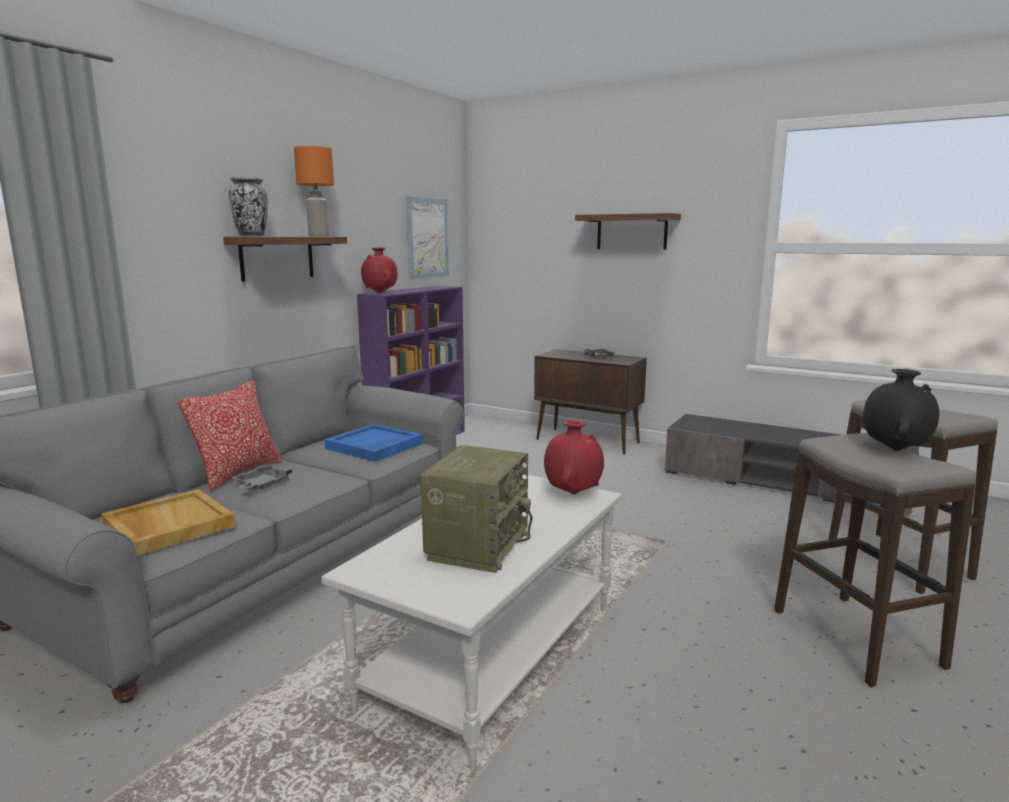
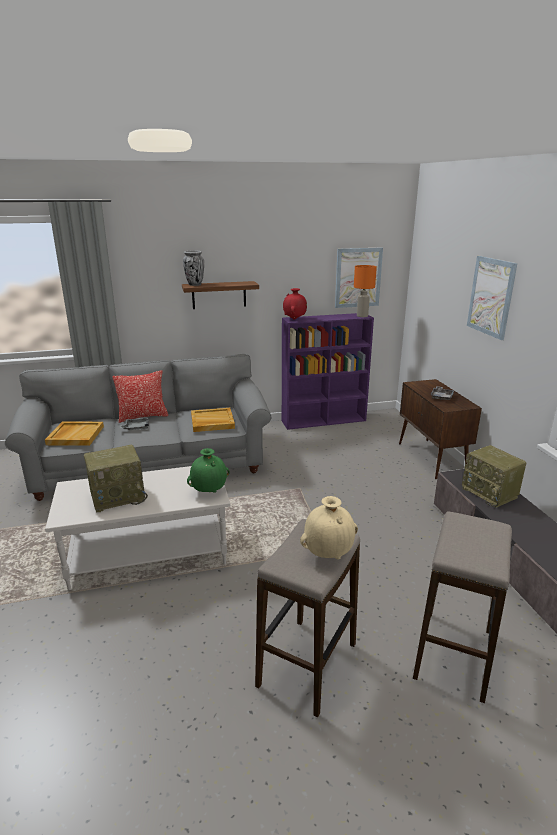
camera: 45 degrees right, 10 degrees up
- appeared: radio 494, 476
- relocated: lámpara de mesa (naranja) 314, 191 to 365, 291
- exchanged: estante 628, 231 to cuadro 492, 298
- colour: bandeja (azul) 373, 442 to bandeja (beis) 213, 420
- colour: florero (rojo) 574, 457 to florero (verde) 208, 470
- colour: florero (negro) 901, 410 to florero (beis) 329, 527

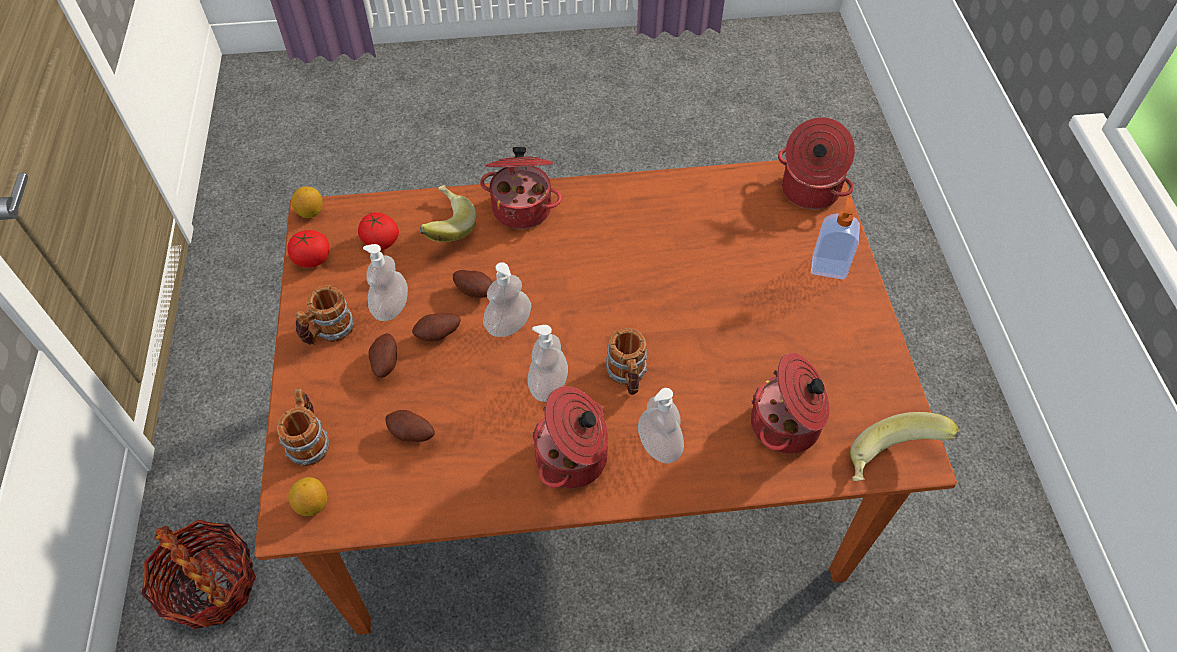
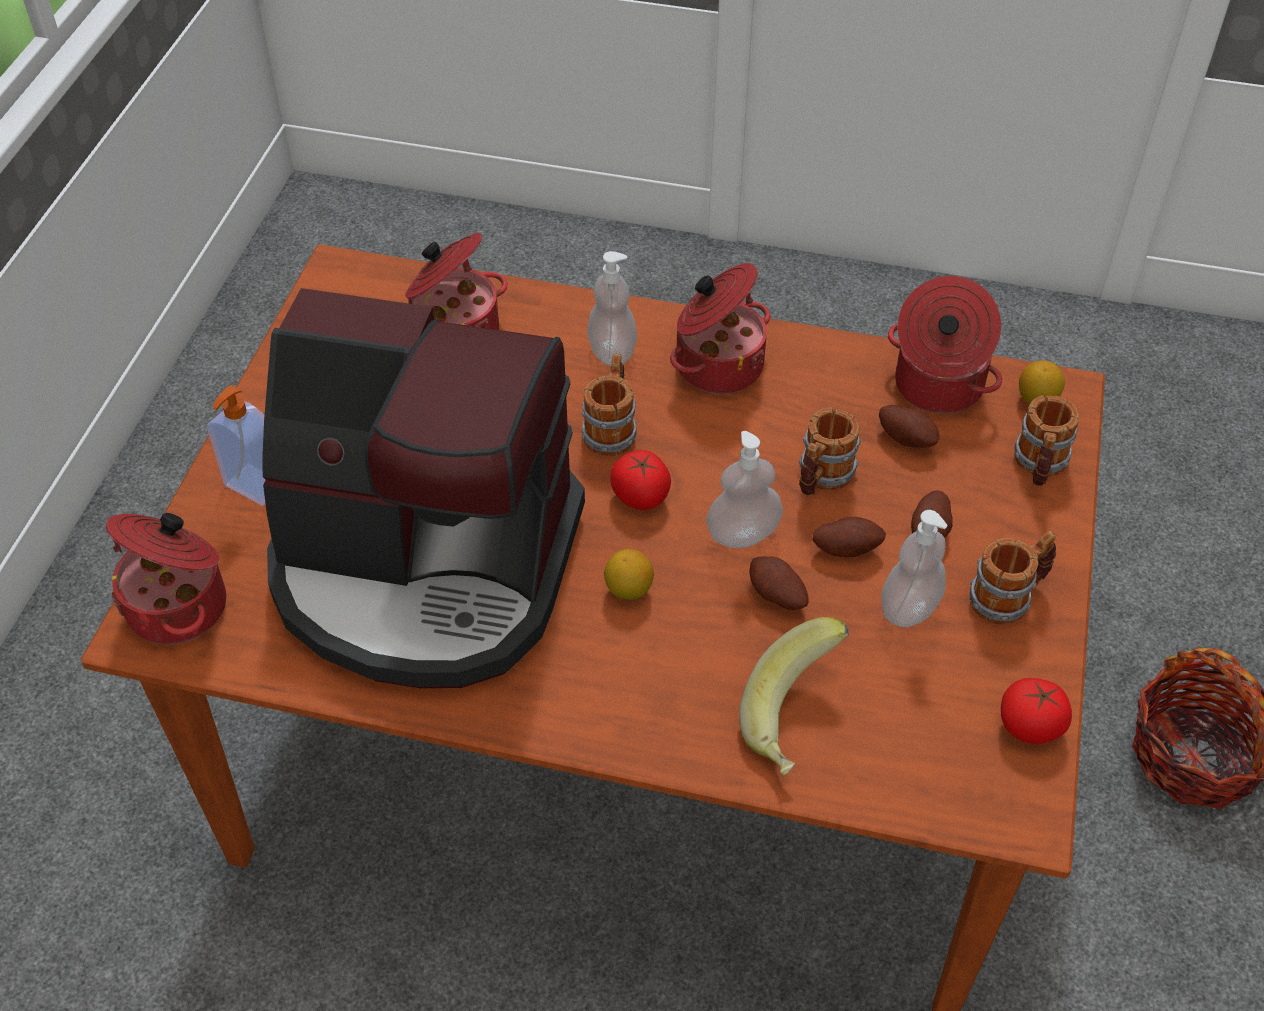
camera: 160 degrees left, 5 degrees down
- missing: dispensador de jabón 548, 363
- missing: plátano 905, 446
- appeared: cafetera 423, 488
- appeared: taza grande 830, 451
- relocated: limón 307, 202 to 629, 574
- relocated: tomate 378, 231 to 640, 480
- relocated: olla 521, 188 to 945, 345

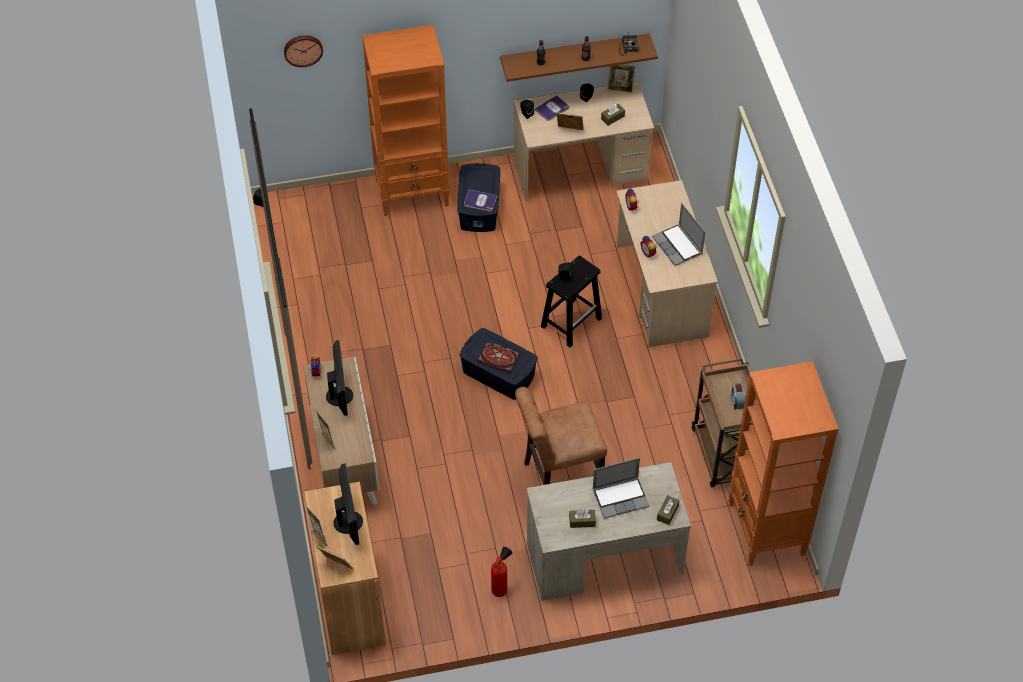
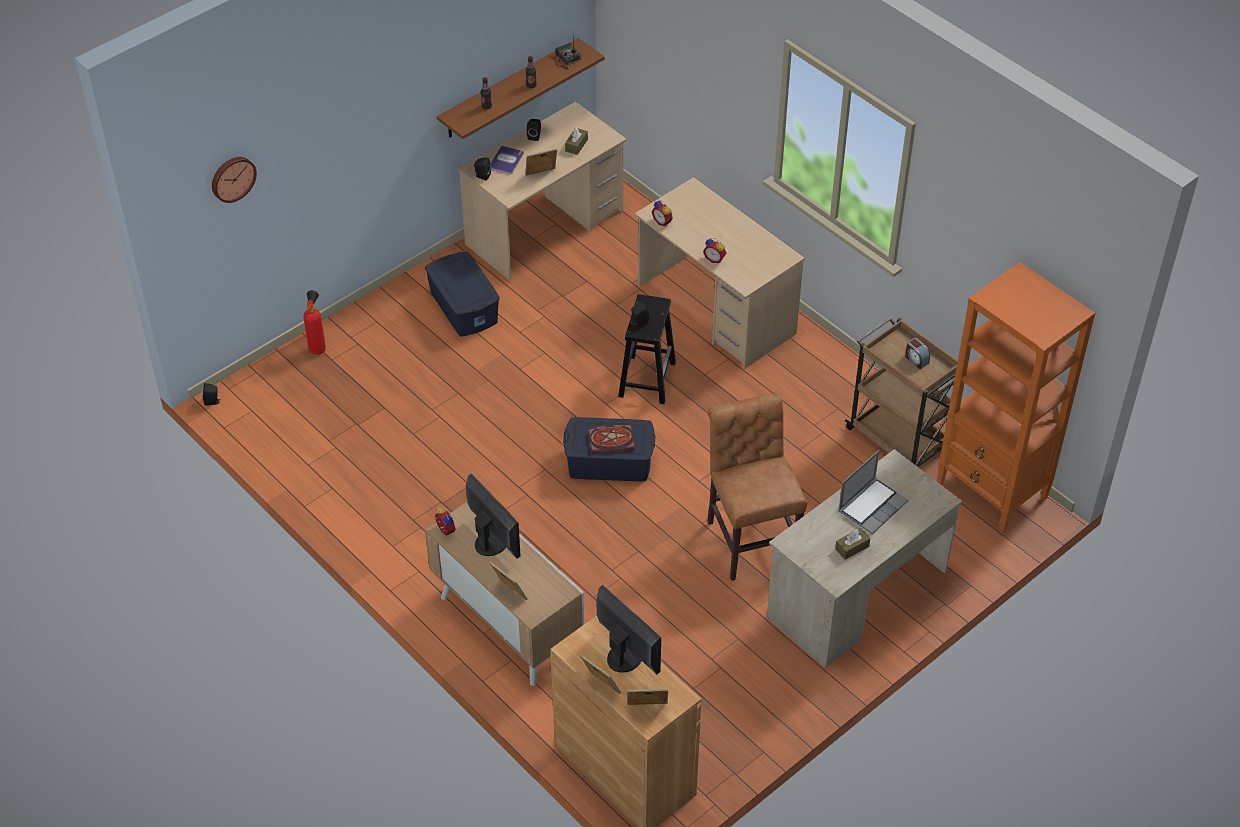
camera: 30 degrees left, 5 degrees down
- missing: estantería (naranja) 405, 120
- missing: libro 480, 200
- missing: portarretratos 621, 78
- missing: portátil 678, 234
- missing: caja de pañuelos (marrón) 668, 510
- relocated: extintor 501, 572 to 315, 322
- spun: silla (marrón) 561, 436 = 757, 487 120 degrees clockwise

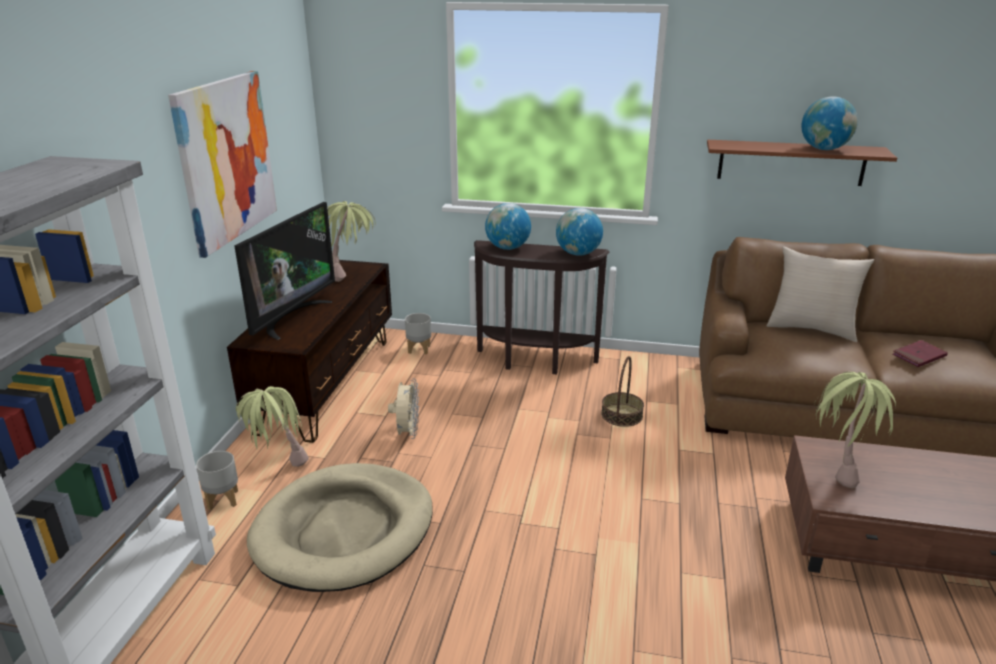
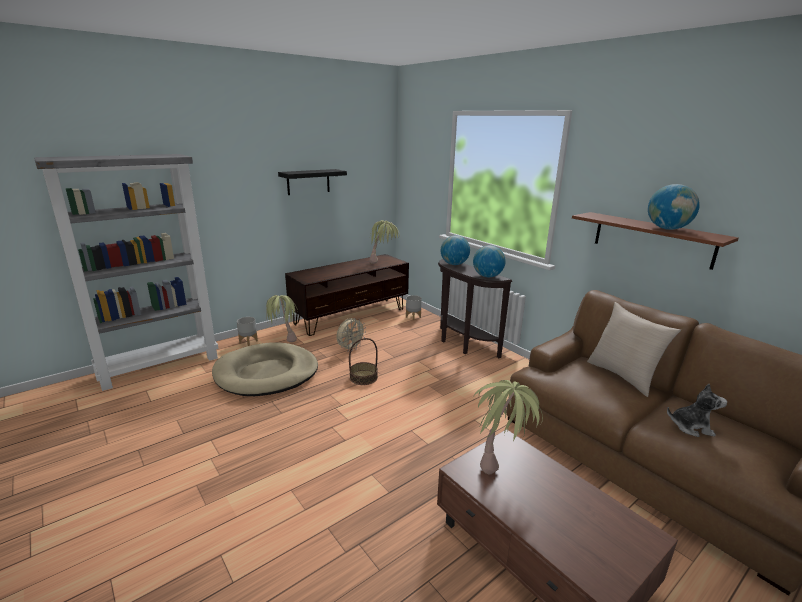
camera: 40 degrees right, 5 degrees down
- missing: televisor 284, 271
- relocated: cesta 622, 391 to 363, 361
- exchanged: cuadro 222, 164 to estante (negro) 312, 182
- exchanged: libro (rojo) 920, 353 to peluche 697, 410

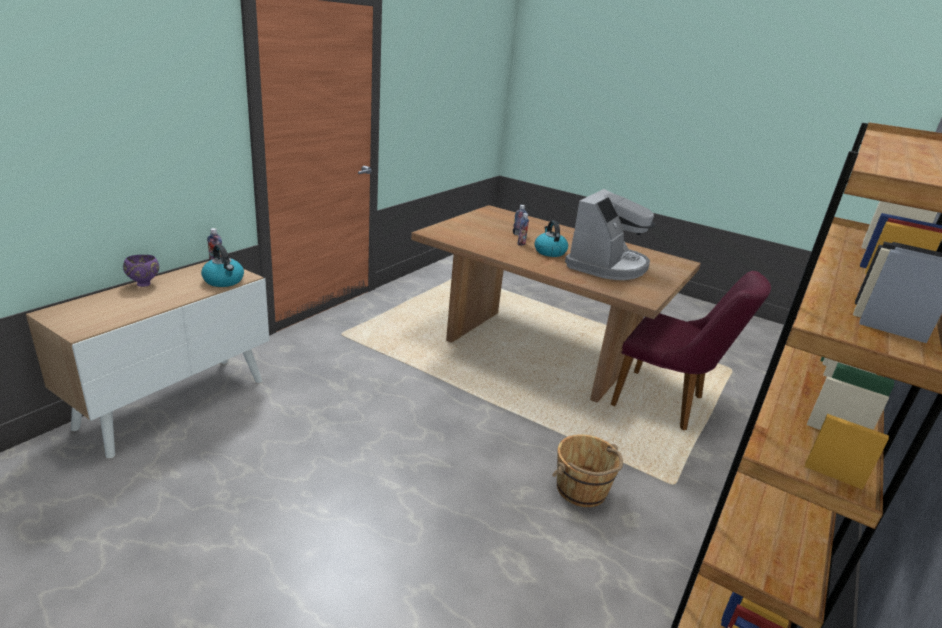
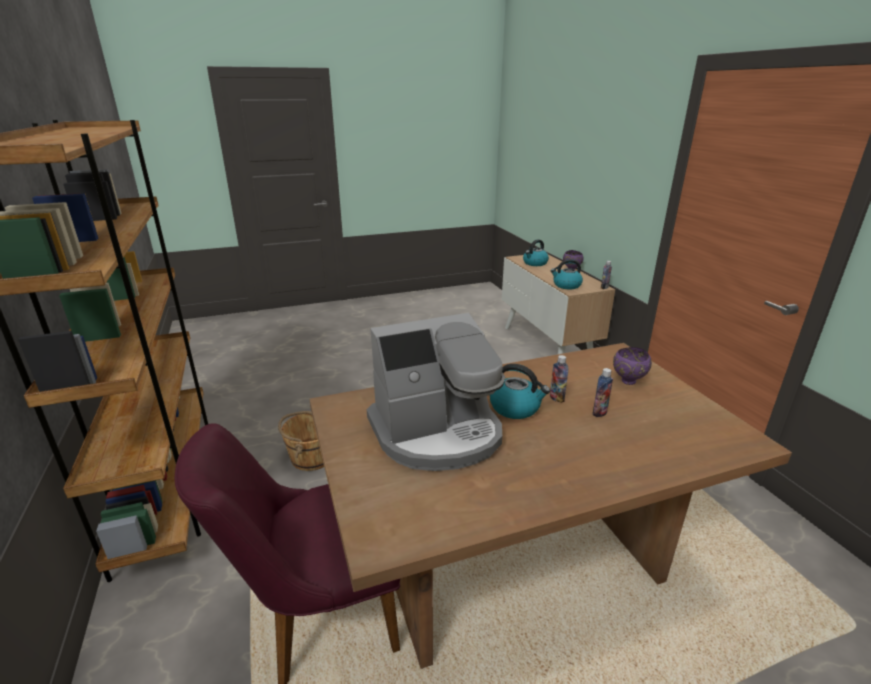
camera: 130 degrees right, 0 degrees up
- appeared: hervidor 536, 252
- appeared: cuenco (morado) 632, 366
- spun: cafetera 610, 234 = 436, 392 90 degrees counterclockwise

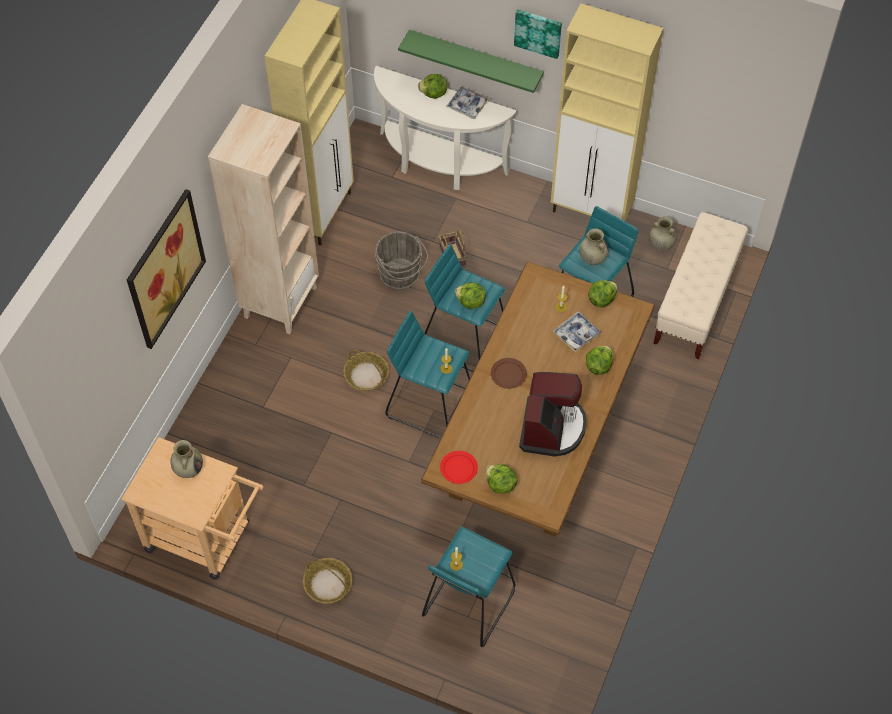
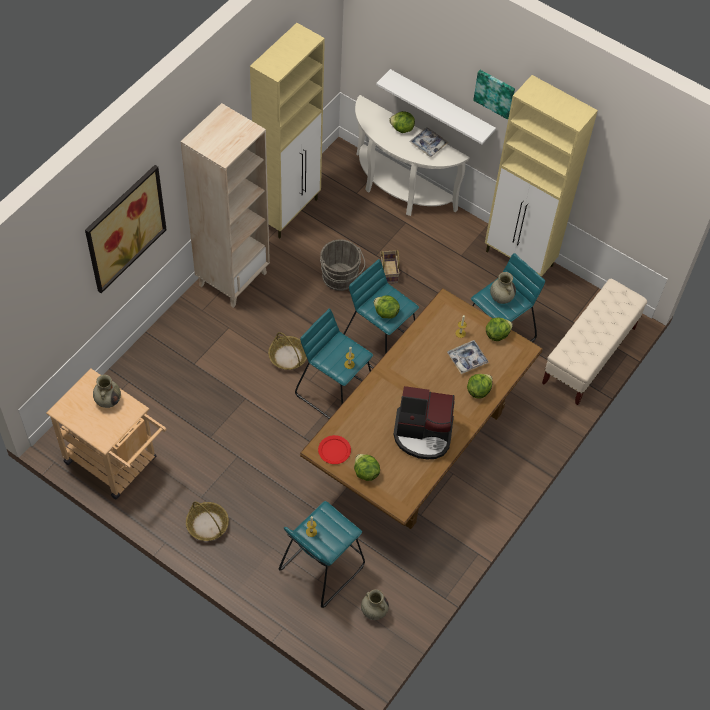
camera: 10 degrees right, 0 degrees up
- missing: plato (marrón) 509, 373
- relocated: florero (beis) 662, 233 to 375, 604
- colour: estante (verde) 471, 61 to estante (blanco) 436, 106
- spun: cafetera 553, 414 = 424, 422 75 degrees clockwise

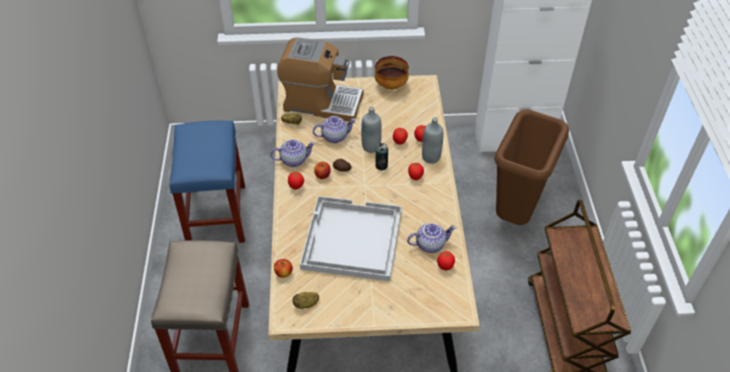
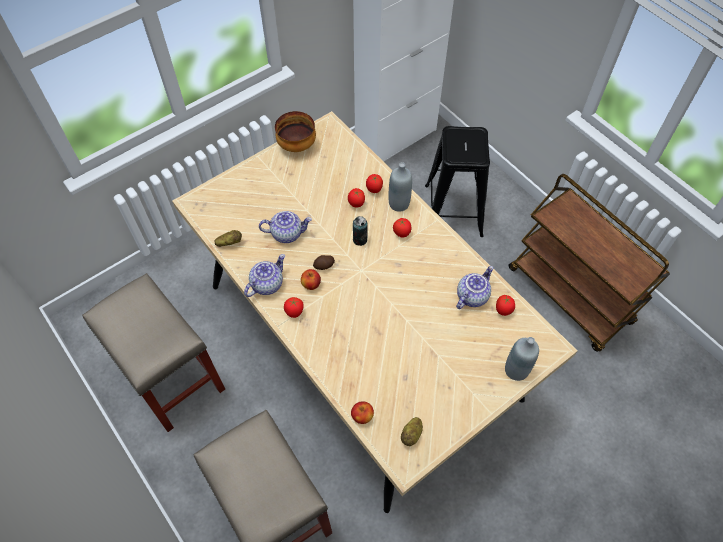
camera: 35 degrees left, 10 degrees up
- missing: cafetera 320, 79
- missing: bandeja (blanco) 351, 238
- relocated: botella (gris) 371, 130 to 522, 359
- exchanged: papelera (marrón) 531, 167 to taburete (negro) 457, 181
- colour: taburete (azul) 207, 182 to taburete (beis) 153, 352
- spun: tetera 334, 129 = 285, 227 45 degrees clockwise

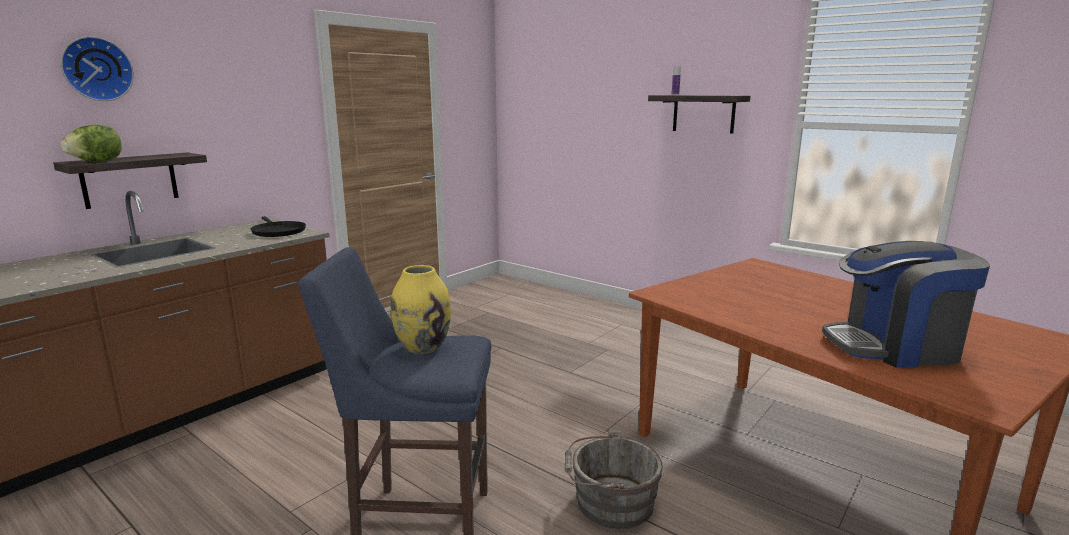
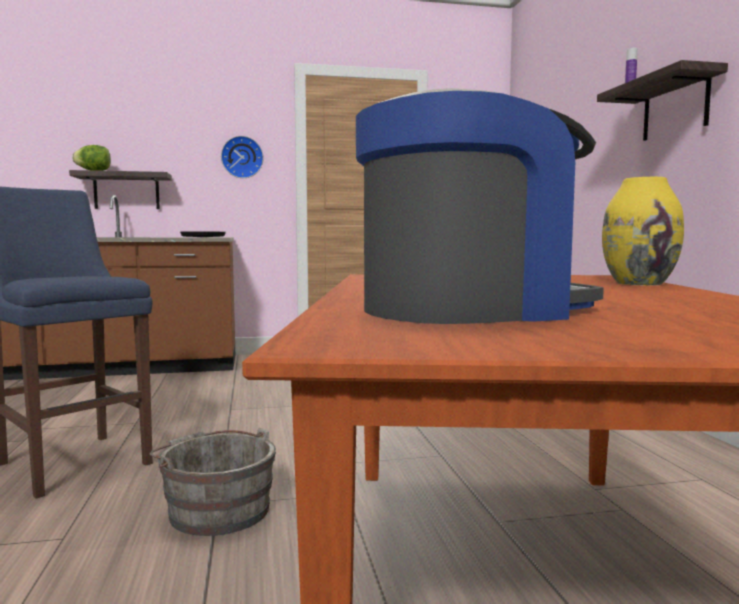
camera: 40 degrees right, 10 degrees down
- relocated: reloj de pared 97, 68 to 242, 157
- relocated: florero (amarillo) 421, 309 to 643, 231
- spun: cafetera 906, 304 = 480, 206 120 degrees clockwise

